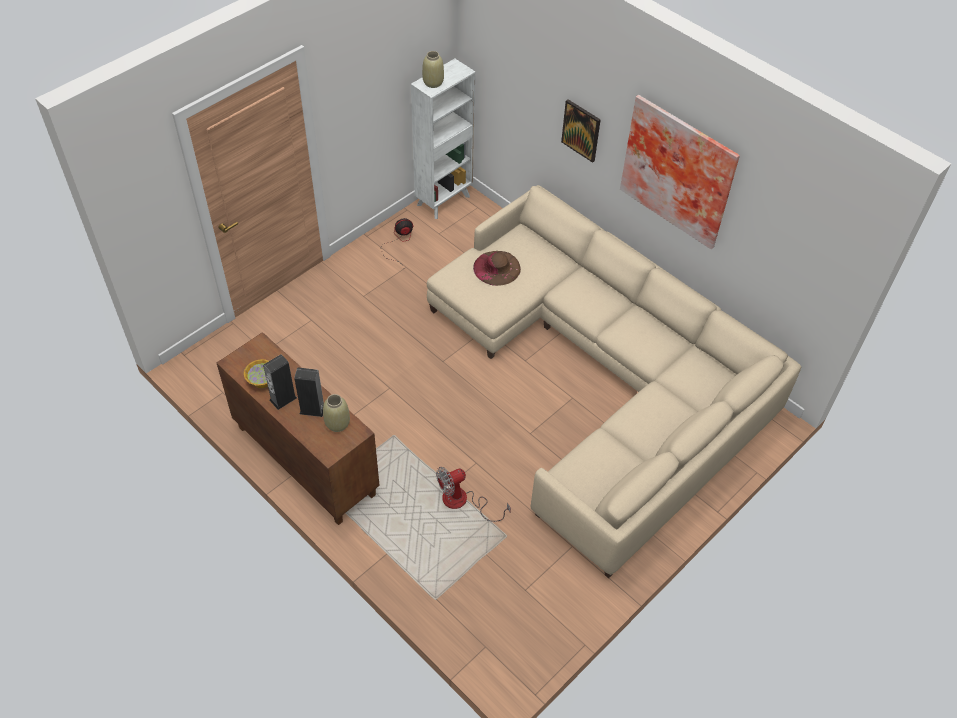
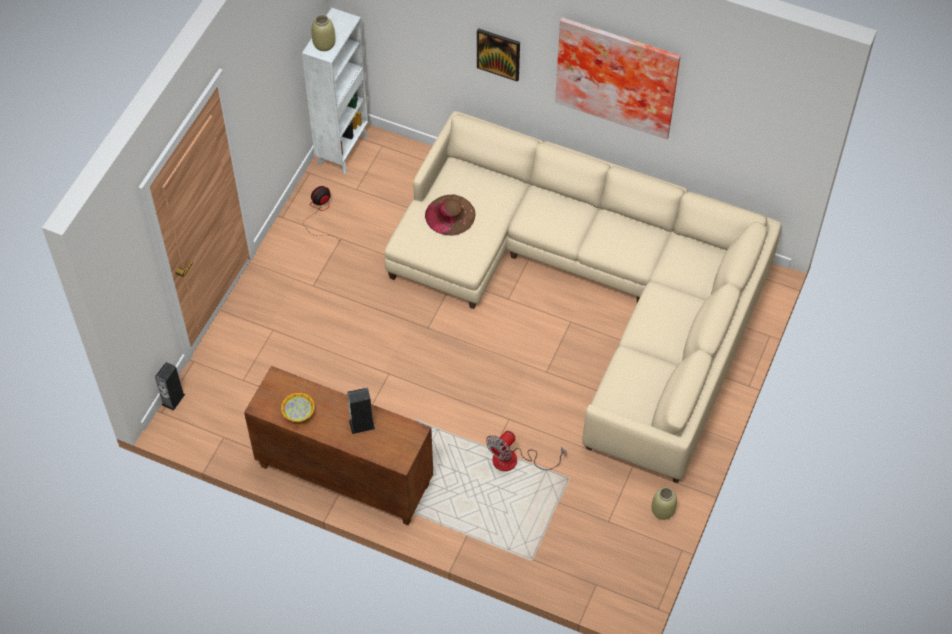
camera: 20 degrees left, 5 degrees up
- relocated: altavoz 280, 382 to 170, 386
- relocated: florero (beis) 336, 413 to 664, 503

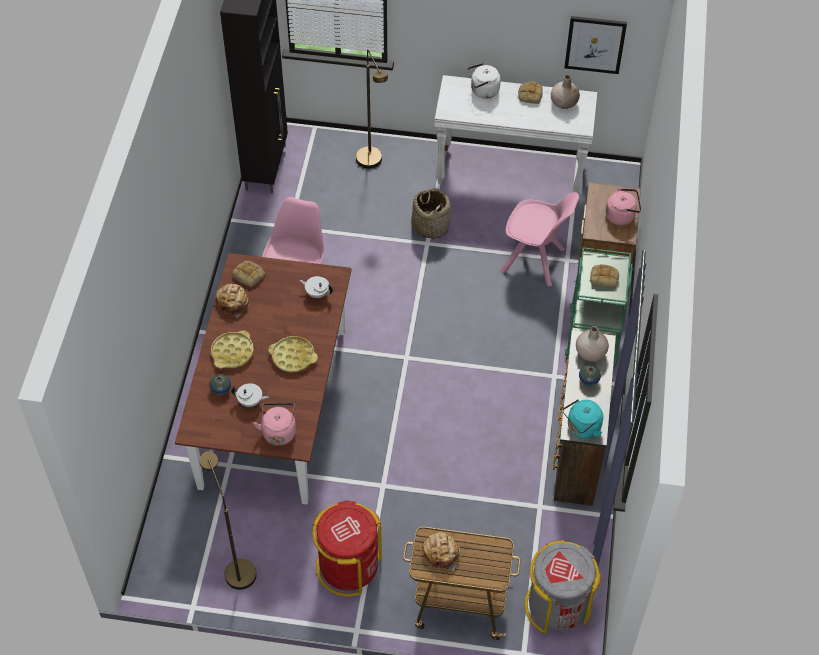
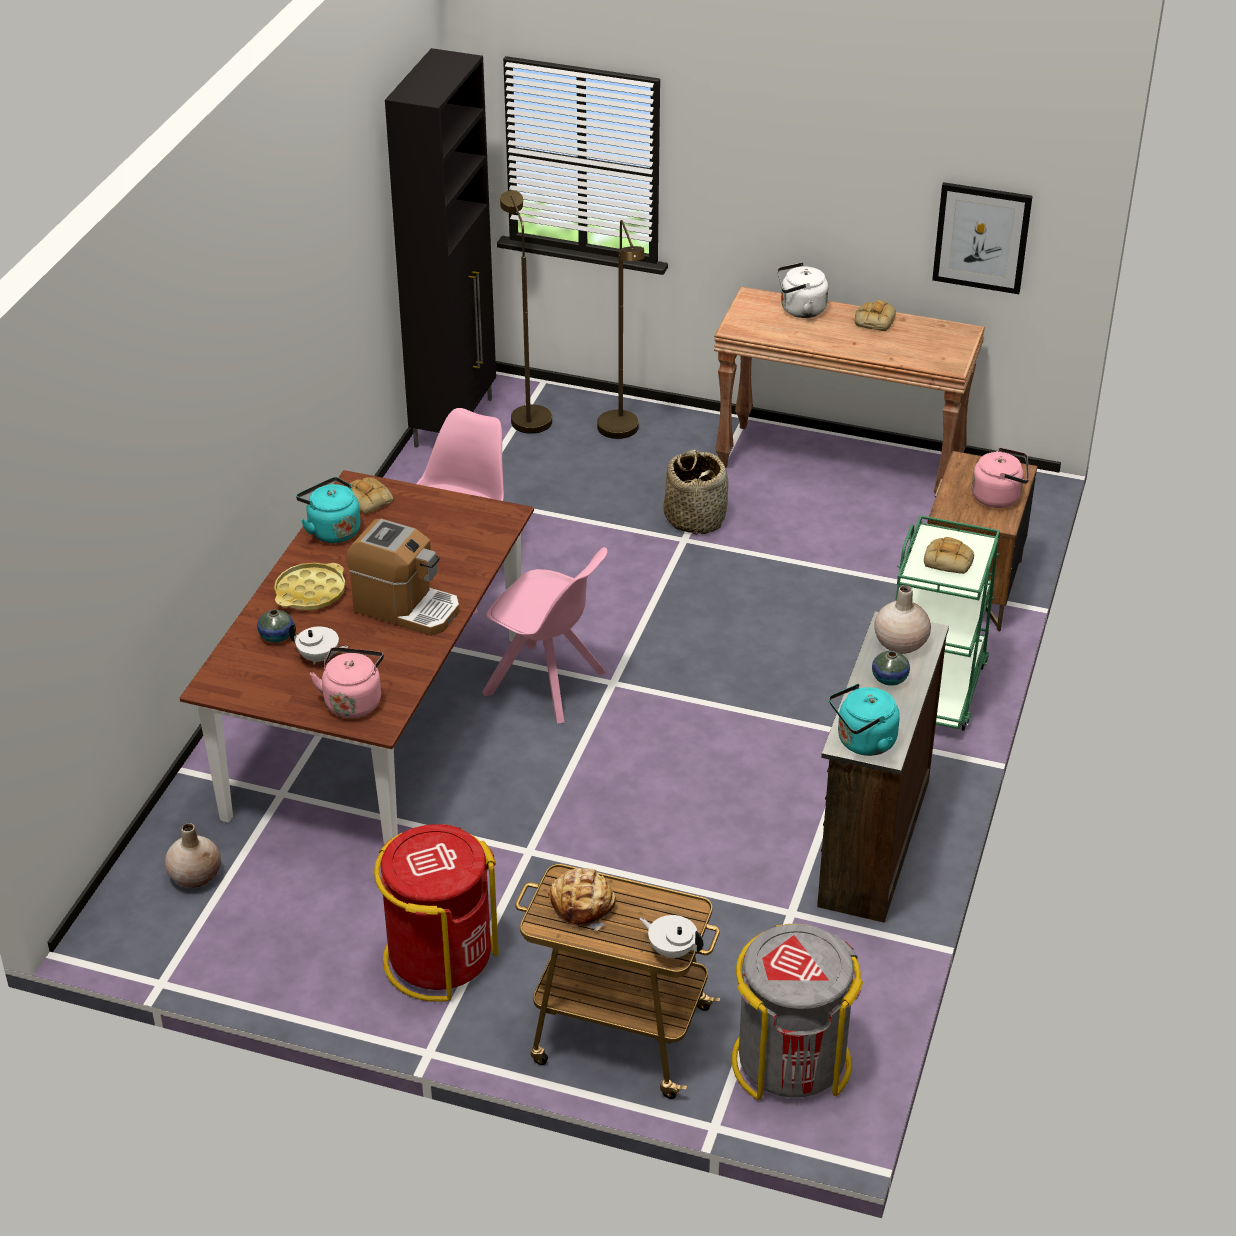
camera: 10 degrees right, 15 degrees down
- relocated: lámpara de pie (marrón) 228, 520 to 526, 312
- relocated: tetera (blanco) 316, 287 to 671, 936
- relocated: silla (rosa) 539, 239 to 545, 635
- relocated: florero (beis) 565, 92 to 193, 855
- exchanged: pan 232, 301 to hervidor (turquesa) 328, 510
- exchanged: bandeja (amarillo) 293, 354 to cafetera 403, 577
- colour: mesa consola (blanco) 516, 135 to mesa consola (marrón) 849, 390

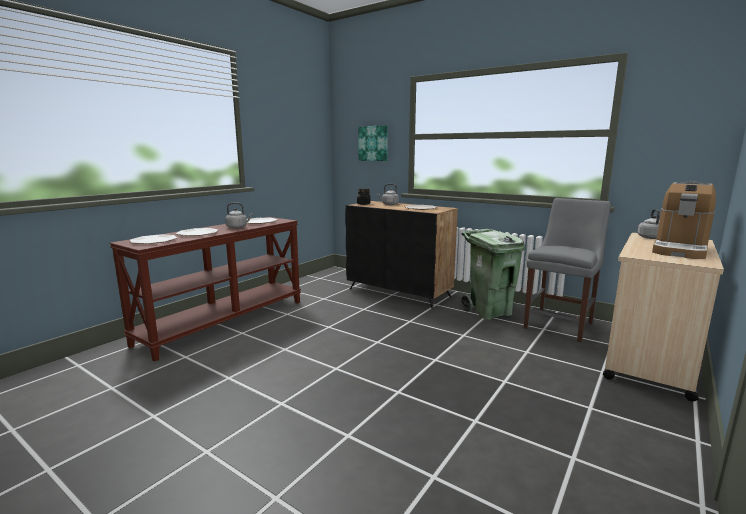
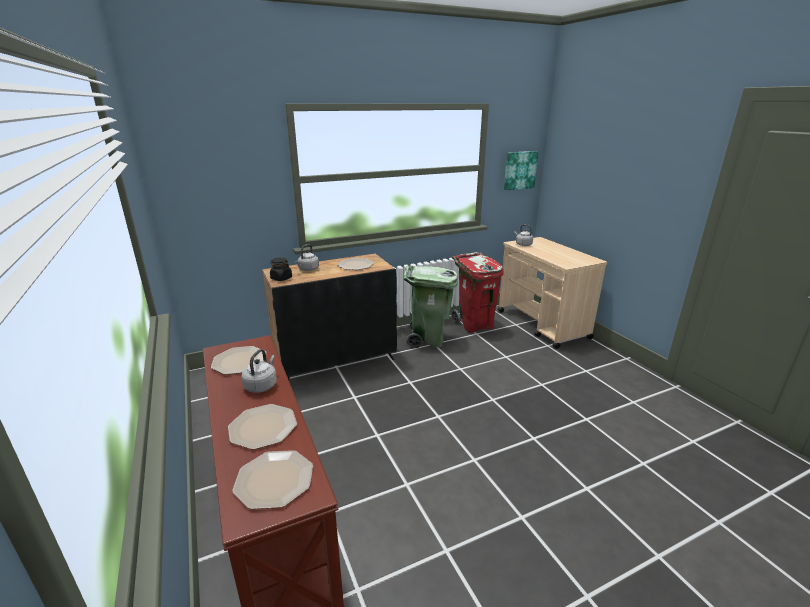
camera: 60 degrees left, 10 degrees up
- missing: cafetera 684, 220
- relocated: cuadro 373, 143 to 521, 170
- exchanged: silla (gris) 567, 270 to papelera (rojo) 477, 292

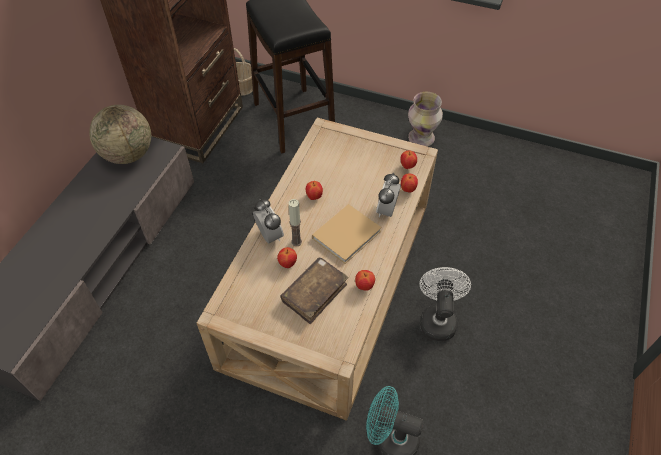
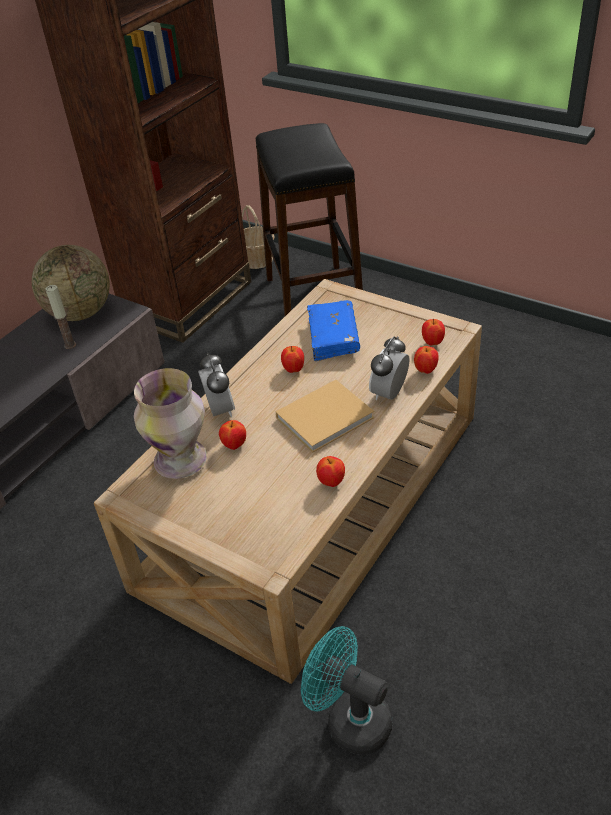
camera: 15 degrees right, 10 degrees down
- missing: libro (marrón) 314, 291
- missing: ventilador (blanco) 445, 304
- appeared: libro (azul) 333, 330
- relocated: vela 295, 222 to 60, 317
- relocated: florero 425, 119 to 170, 423

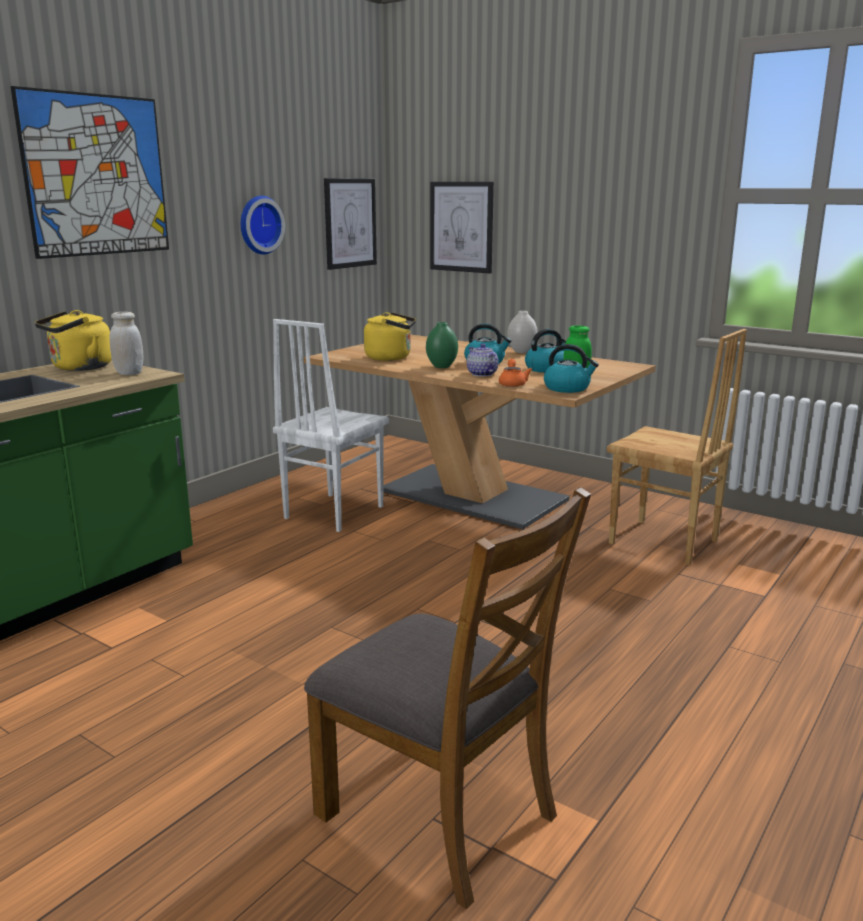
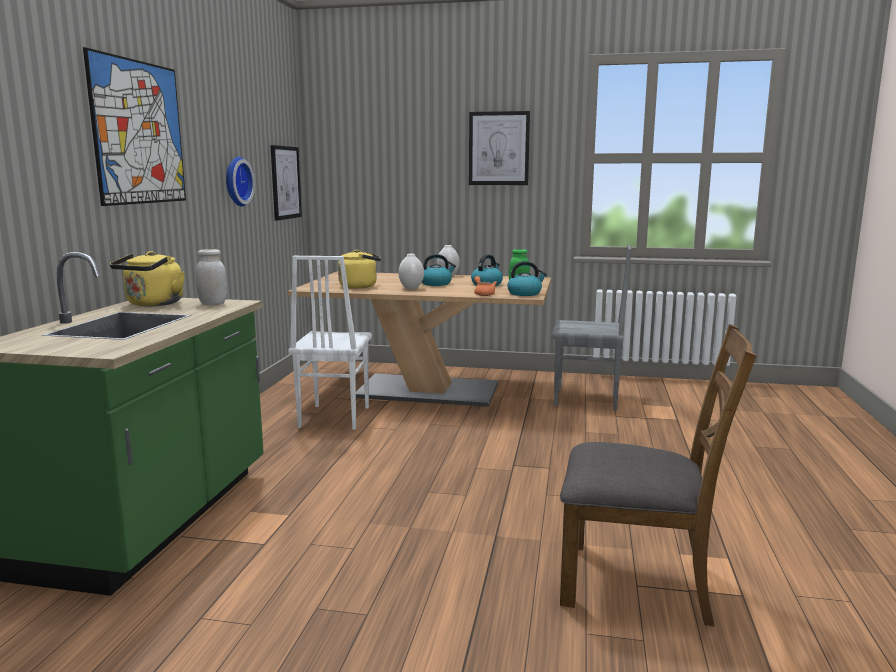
camera: 25 degrees left, 5 degrees down
- missing: tetera 483, 360
- relocated: cuadro 462, 227 to 499, 148
- colour: florero (verde) 442, 345 to florero (blanco) 411, 272
- colour: silla (marrón) 677, 447 to silla (gris) 591, 327

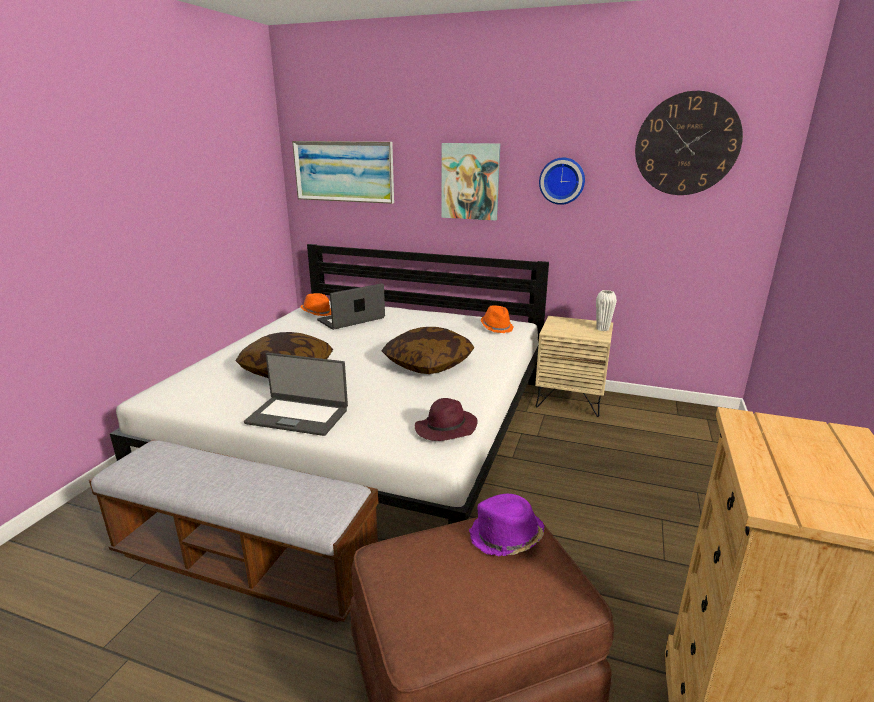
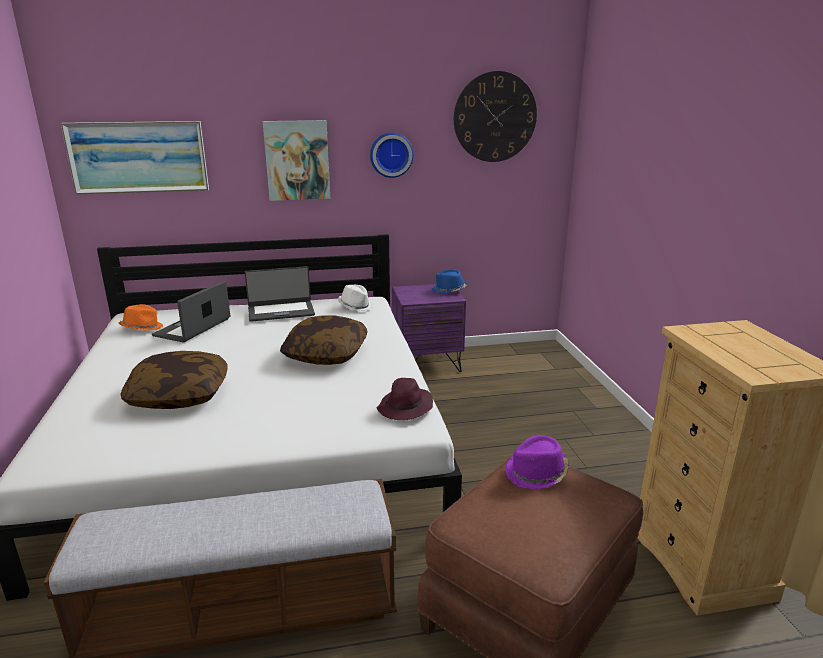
camera: 30 degrees left, 0 degrees up
- relocated: portátil 296, 394 to 280, 294
- exchanged: florero (blanco) 606, 310 to sombrero (azul) 449, 281
- colour: sombrero (naranja) 497, 319 to sombrero (blanco) 355, 298
- colour: mesita de noche (beis) 574, 366 to mesita de noche (morado) 429, 328

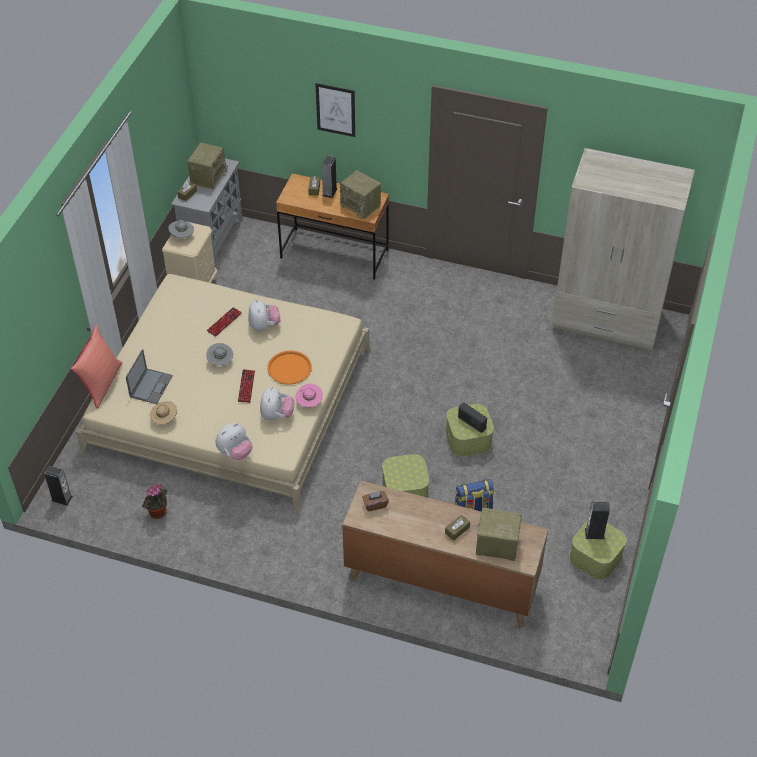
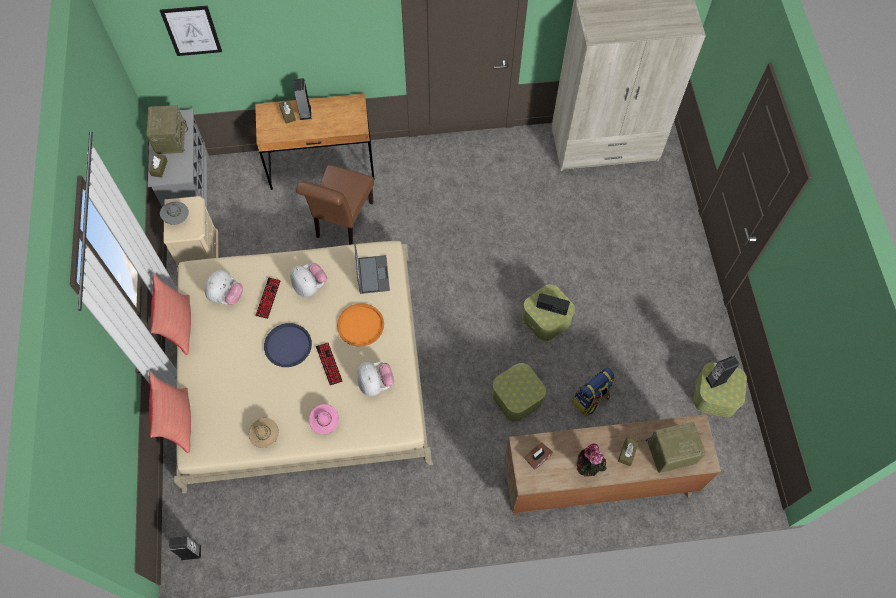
camera: 25 degrees left, 15 degrees up
- missing: radio 360, 194
- appeared: cojín (rojo) 170, 314
- appeared: silla (marrón) 335, 205
- relocated: portátil 149, 376 to 372, 269
- relocated: planta en maceta 154, 501 to 591, 460
- relocated: peluche 234, 441 to 224, 287
- relocated: sombrero (rosa) 309, 395 to 324, 419
- relocated: cuadro 335, 110 to 191, 31
- exchanged: sombrero (gris) 219, 354 to bandeja (azul) 288, 345

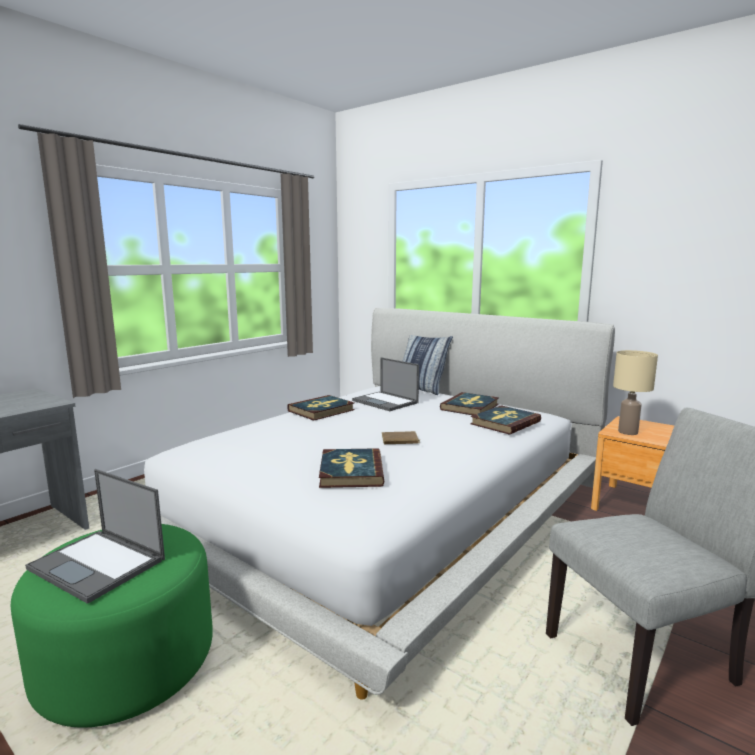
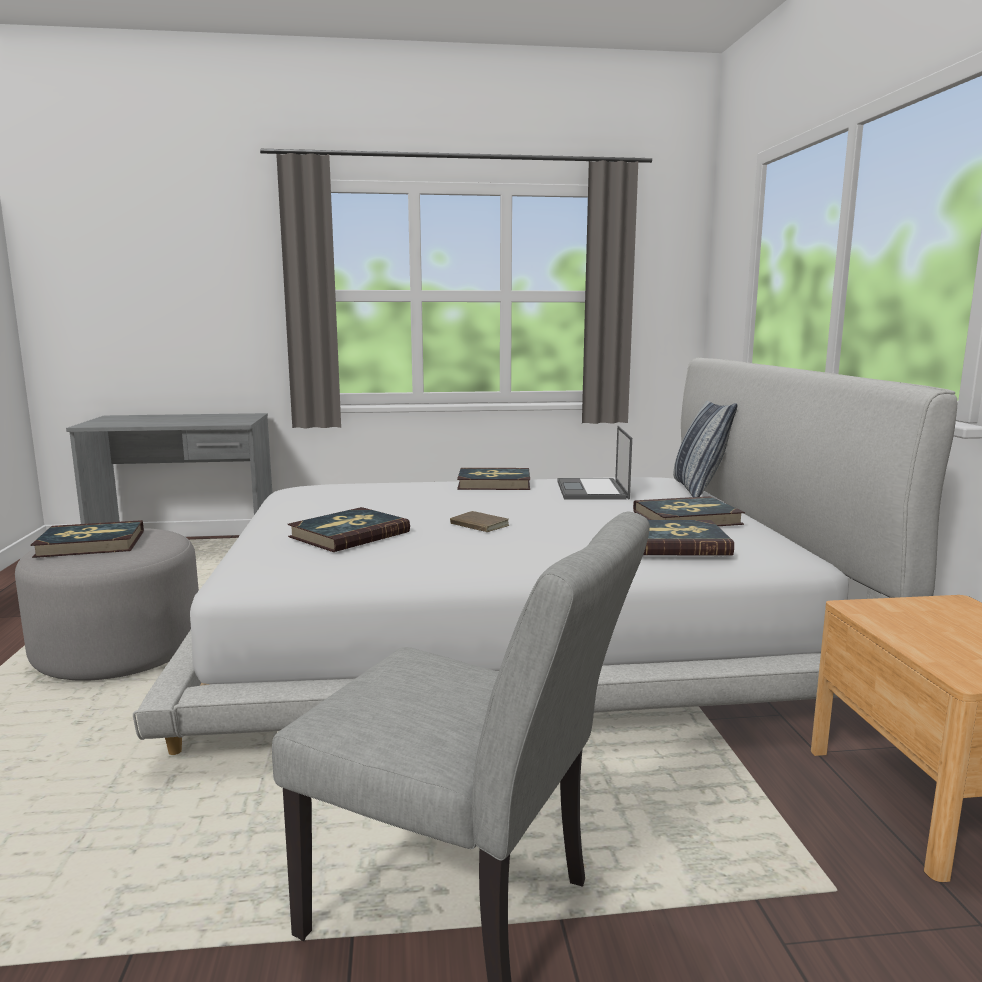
camera: 45 degrees right, 0 degrees up
- missing: lámpara de mesa (beis) 635, 392
- exchanged: portátil 95, 536 to libro 87, 539
- colour: puf (verde) 112, 626 to puf (gris) 107, 604

